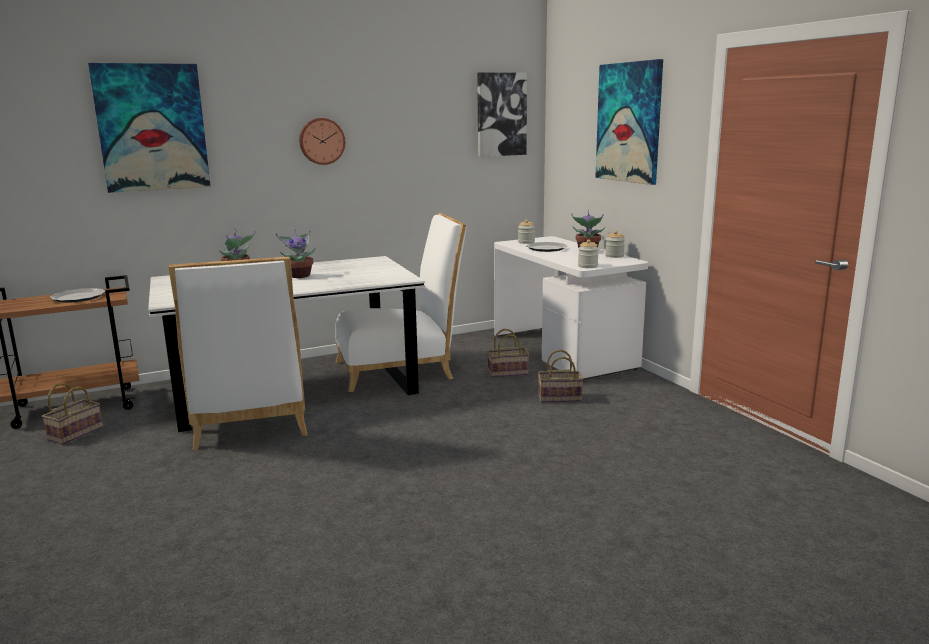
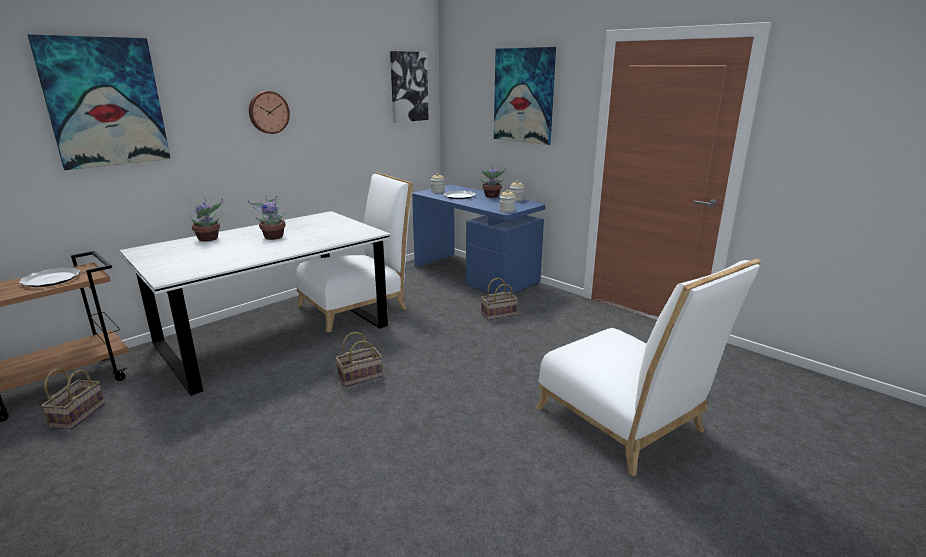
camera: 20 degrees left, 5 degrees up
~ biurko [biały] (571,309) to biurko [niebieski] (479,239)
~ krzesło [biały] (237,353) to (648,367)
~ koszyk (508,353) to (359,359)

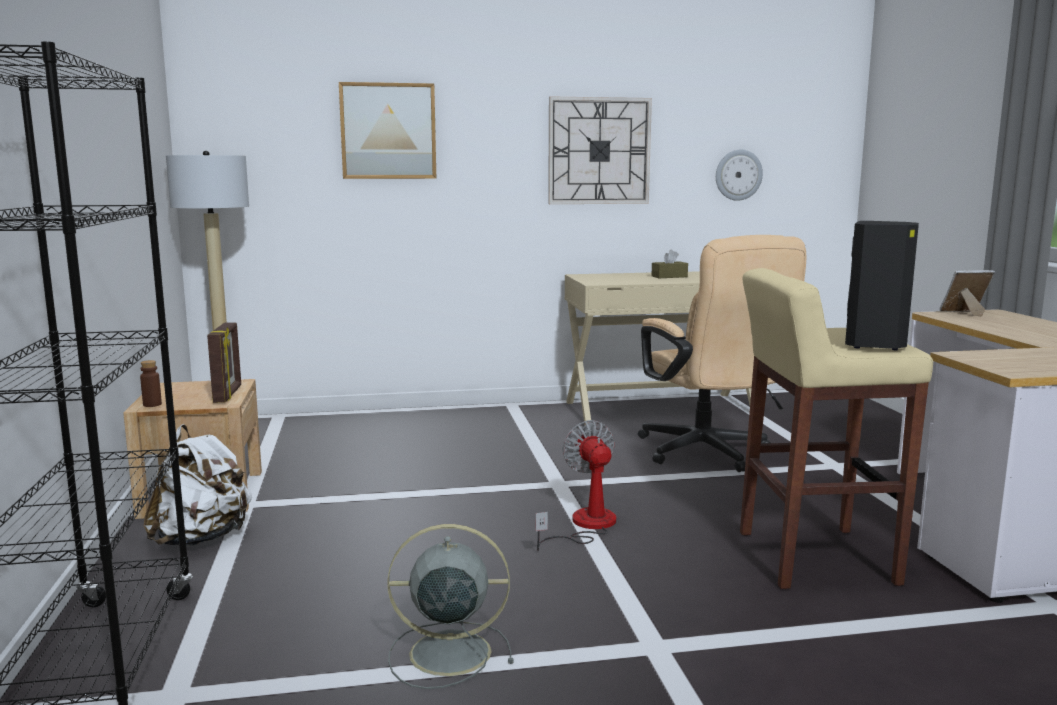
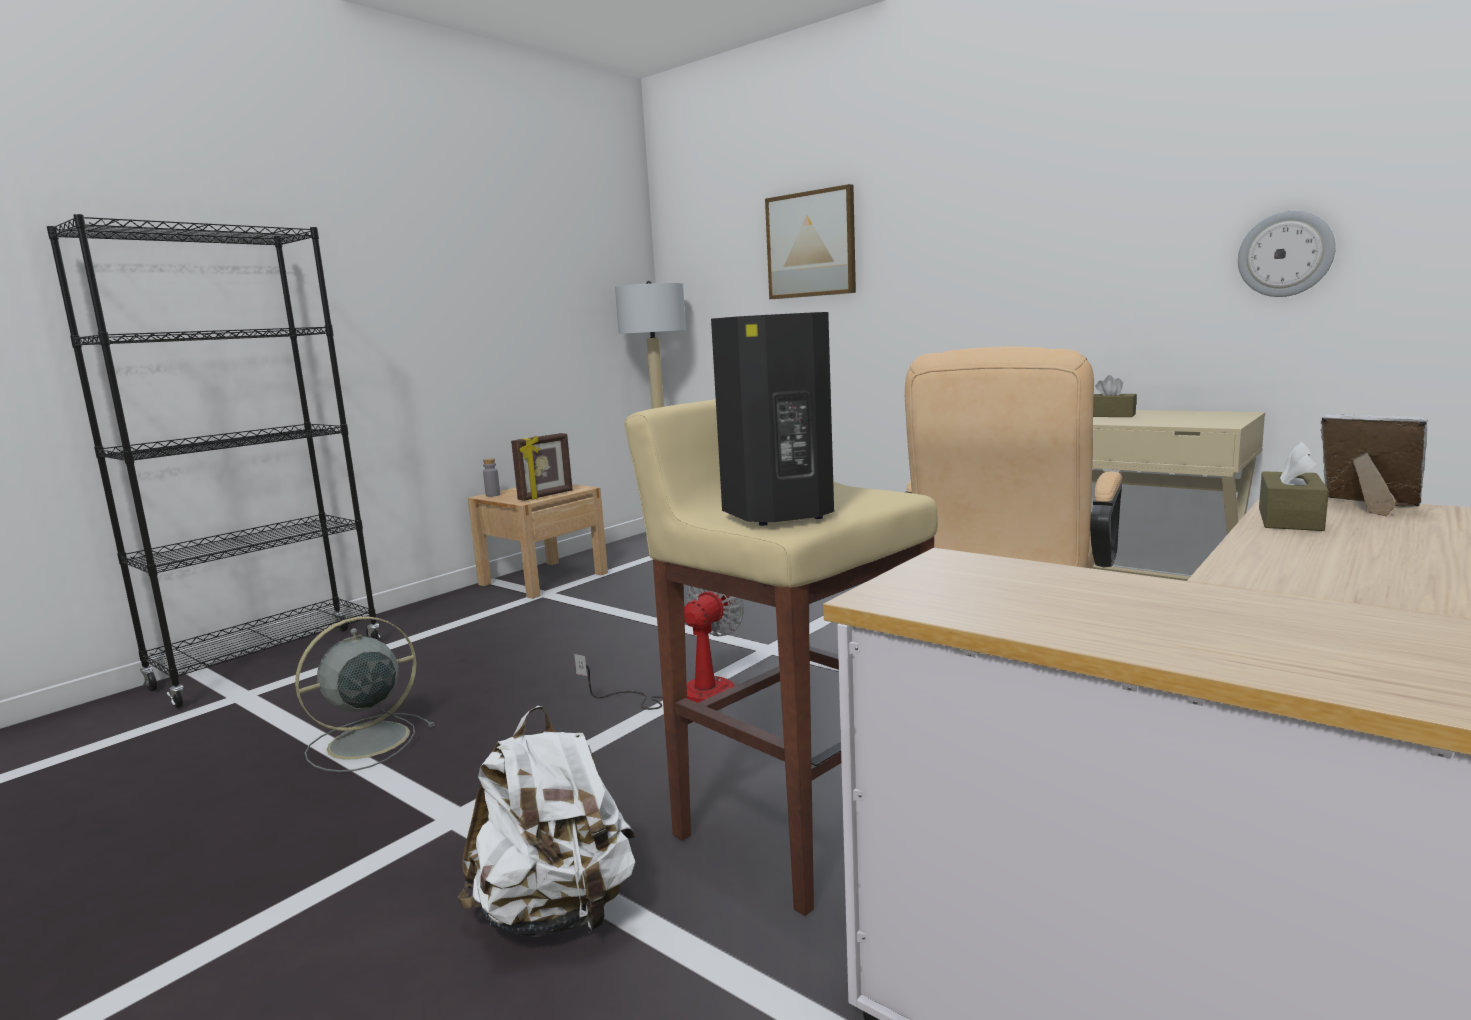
camera: 50 degrees right, 0 degrees up
- zegar ścienny (600,150)
~ butelka [brązowy] (151,383) to butelka [szary] (491,478)
~ plecak [biały] (197,485) to (547,821)
~ wentylator [szary] (450,606) = (365,694) 90 degrees counterclockwise
+ pudełko chusteczek [brązowy] (1294,486)

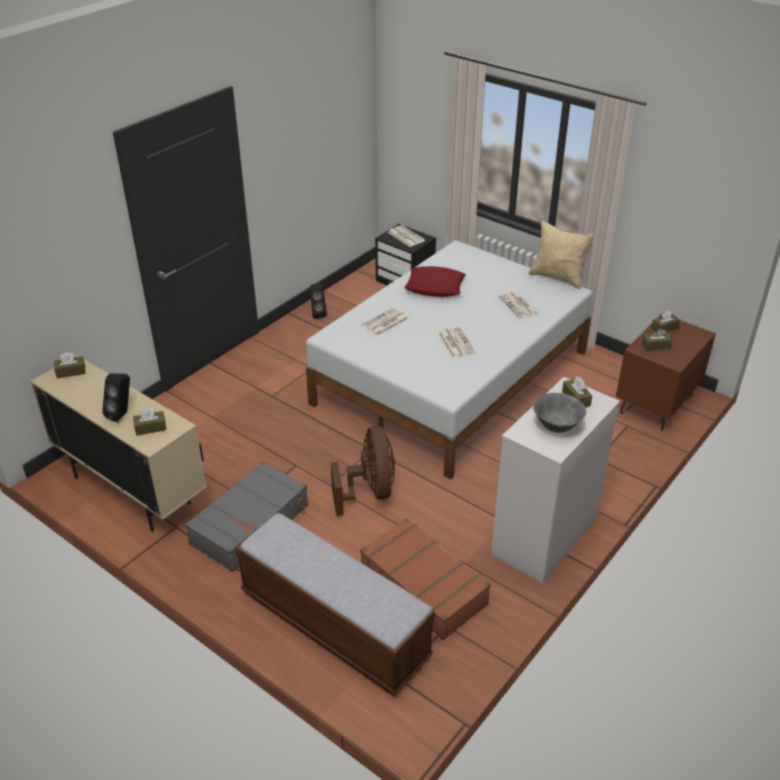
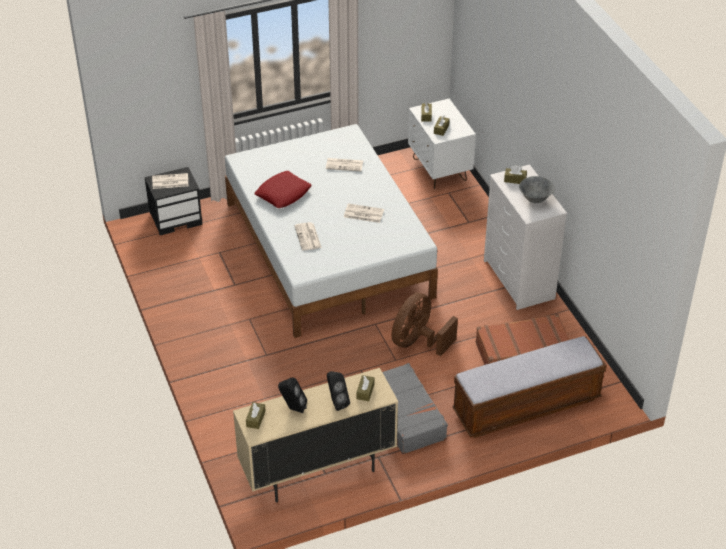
camera: 60 degrees left, 5 degrees up
- poduszka [beżowy] (560,254)
~ głośnik [czarny] (318,301) to (292,395)
~ szafka nocna [brązowy] (666,372) to szafka nocna [biały] (442,144)
~ wentylator [brązowy] (363,471) = (424,324) 75 degrees counterclockwise

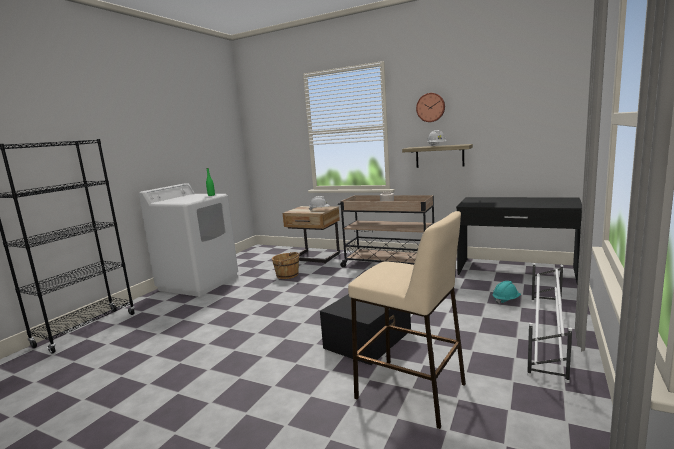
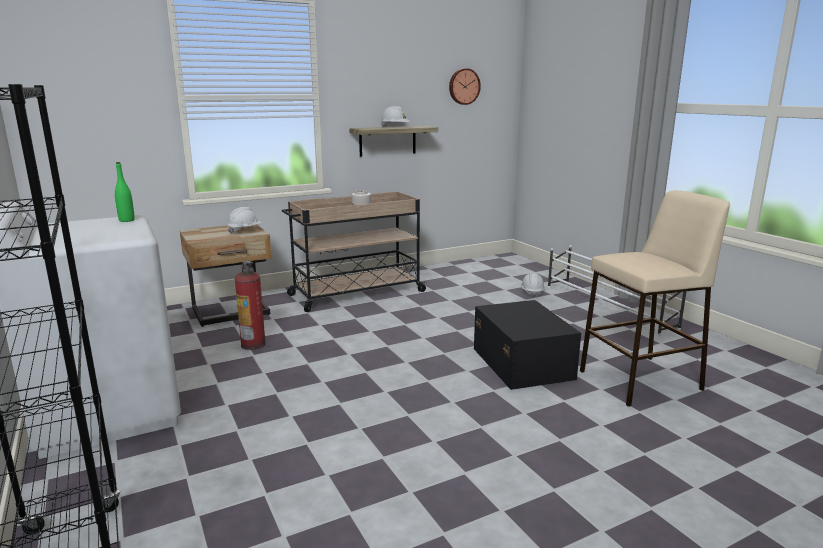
camera: 55 degrees left, 5 degrees up
~ zegar ścienny (430,107) to (465,86)
- biurko [czarny] (519,239)
~ wiadro [brązowy] (286,265) to gaśnica (250,305)
~ kask [turkusowy] (507,292) to kask [biały] (533,285)

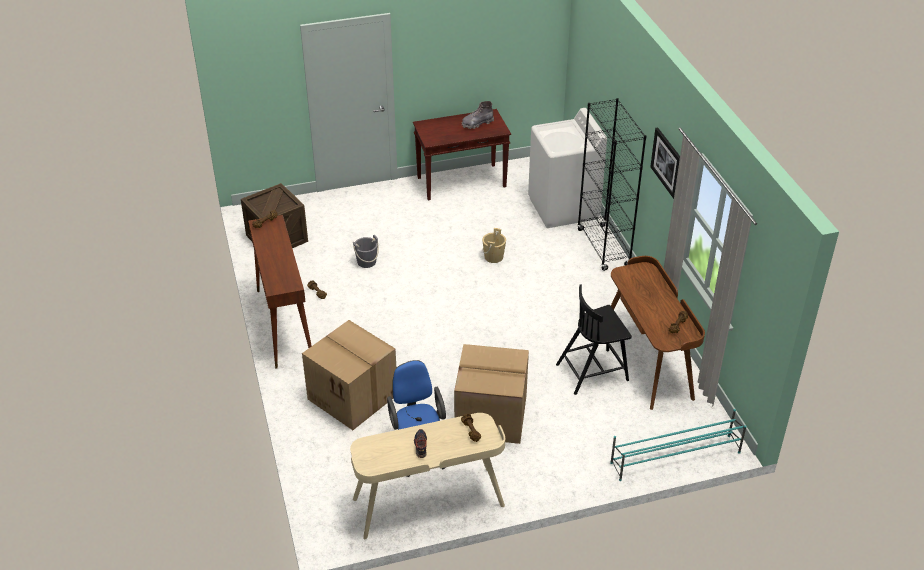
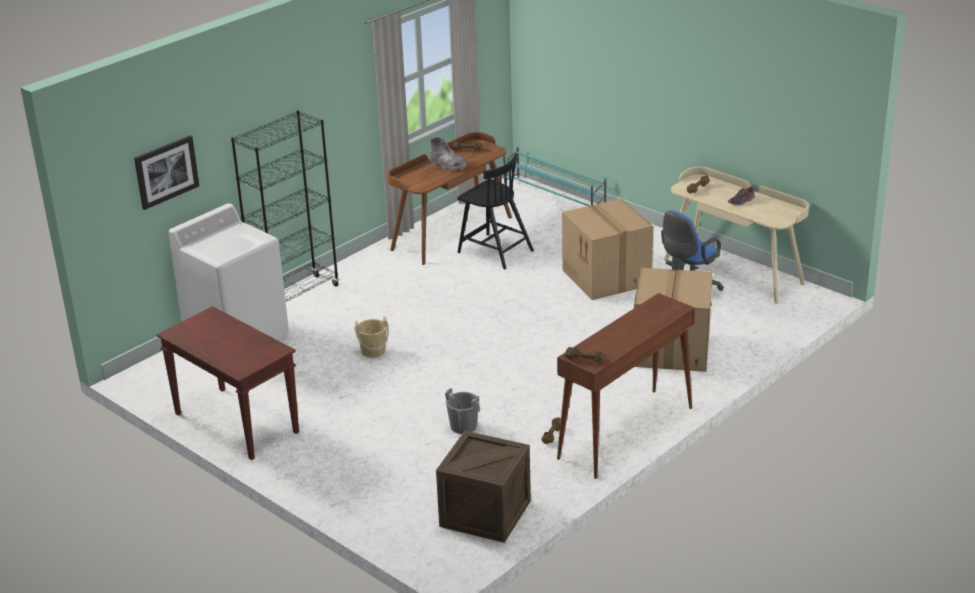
camera: 120 degrees left, 10 degrees down
~ but z cholewką [szary] (478,115) to (447,154)
~ obraz (665,163) to (166,172)

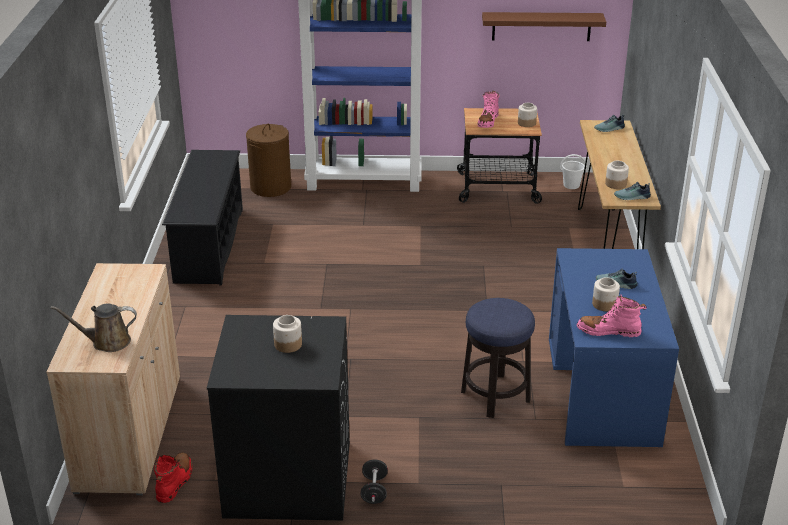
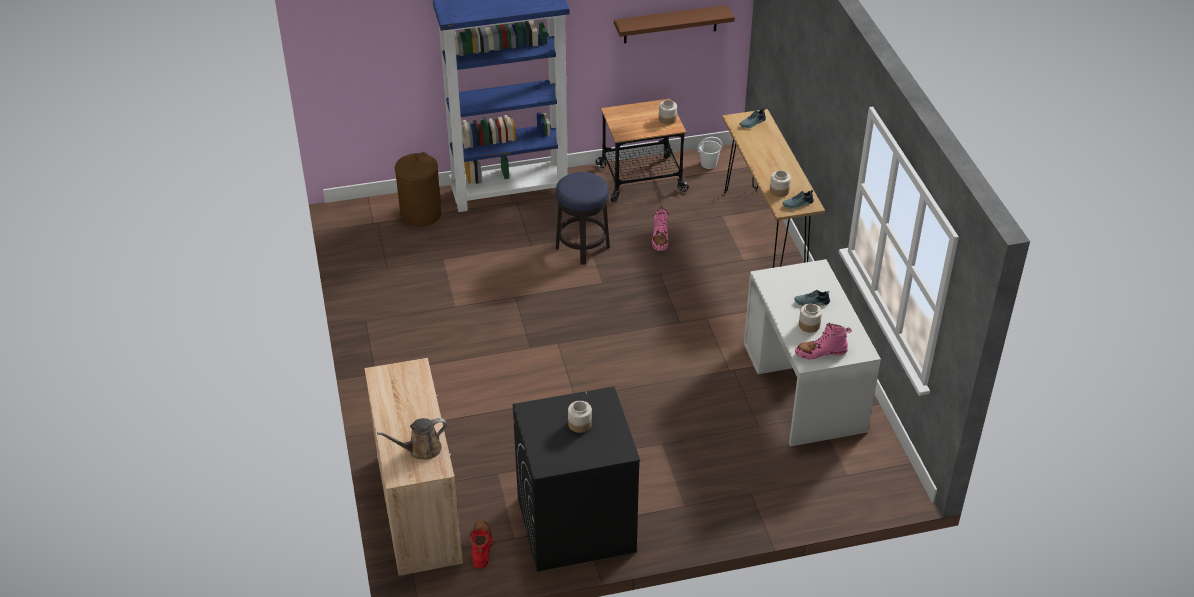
camera: 15 degrees left, 10 degrees up
~ but z cholewką [różowy] (488,109) to (660,229)
- regał na buty [czarny] (202,218)
~ biurko [niebieski] (614,347) to biurko [biały] (812,353)
~ stołek (498,358) to (583,218)
- hantel [czarny] (374,482)

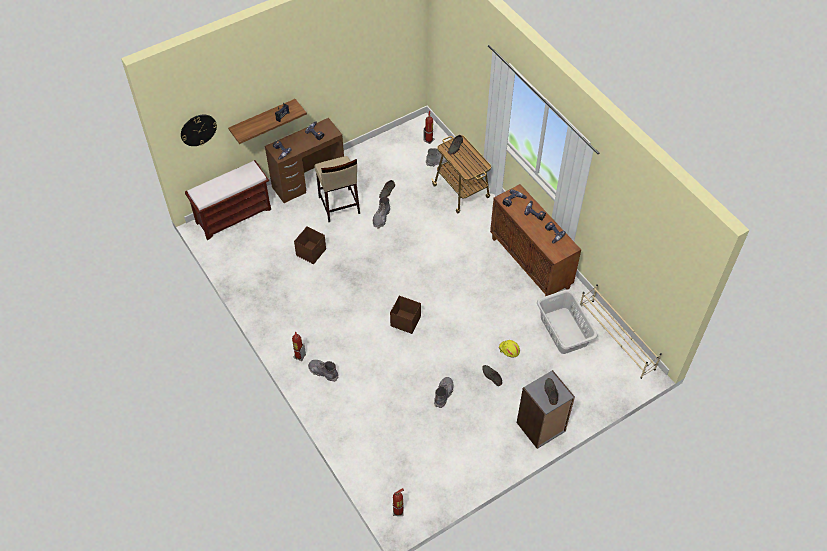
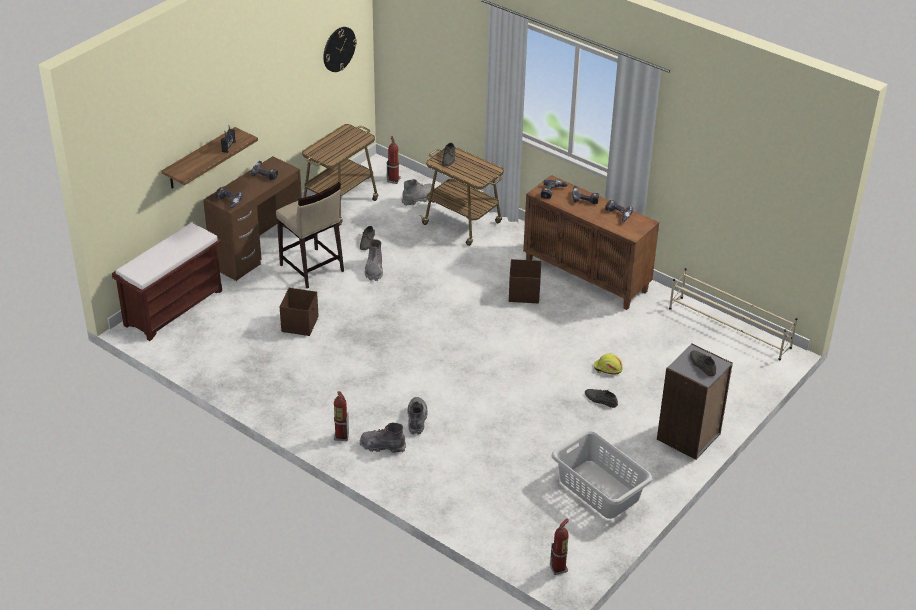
camera: 20 degrees left, 15 degrees down
~ zegar ścienny (199,130) to (340,49)
~ kosz na pranie [szary] (567,321) to (602,474)
~ pojemnik do przechowywania [brązowy] (405,315) to (525,281)
~ but z cholewką [szary] (444,392) to (417,416)
+ wózek (340,175)

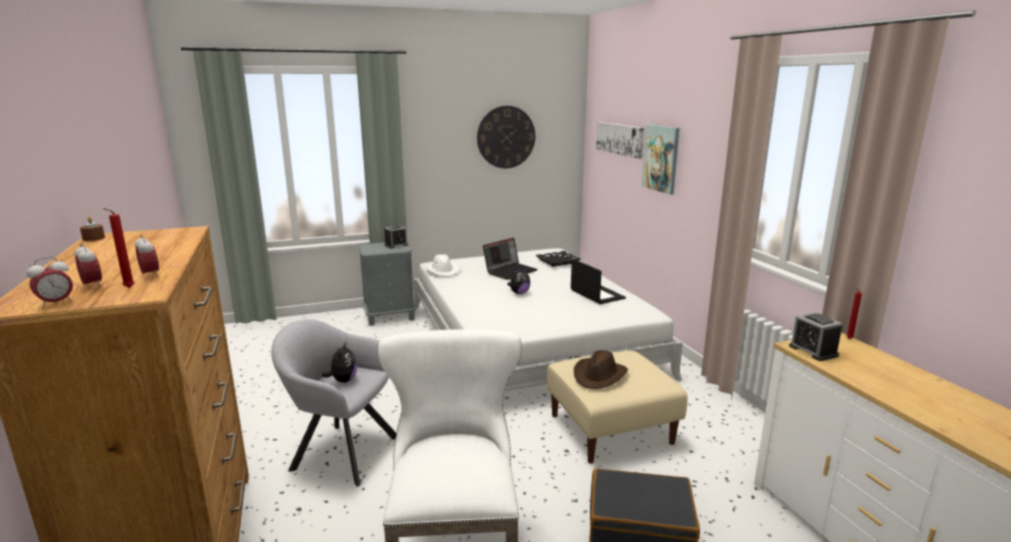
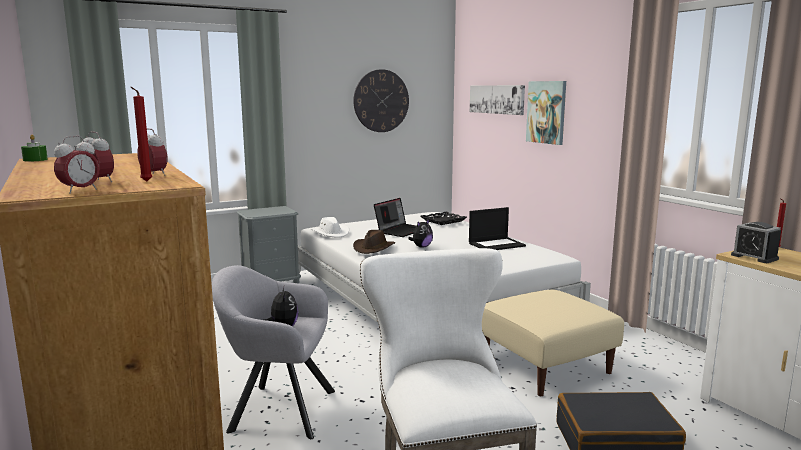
camera: 10 degrees left, 5 degrees down
~ świeca [brązowy] (92,229) to świeca [zielony] (34,148)
- budzik (396,237)
~ laptop (598,281) = (497,228) 105 degrees clockwise
~ kapelusz [brązowy] (601,369) to (374,242)

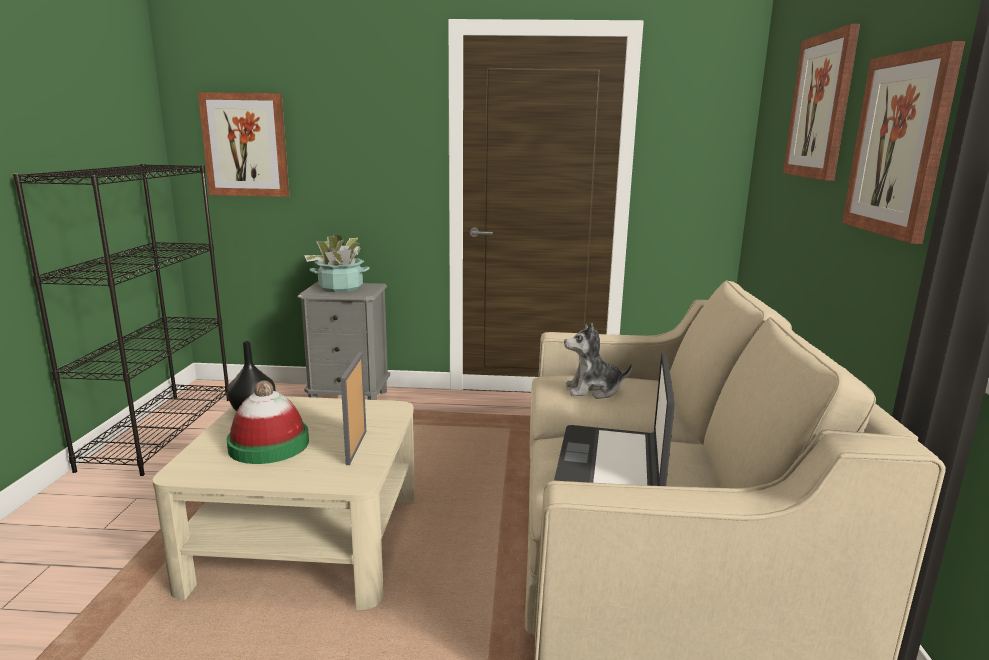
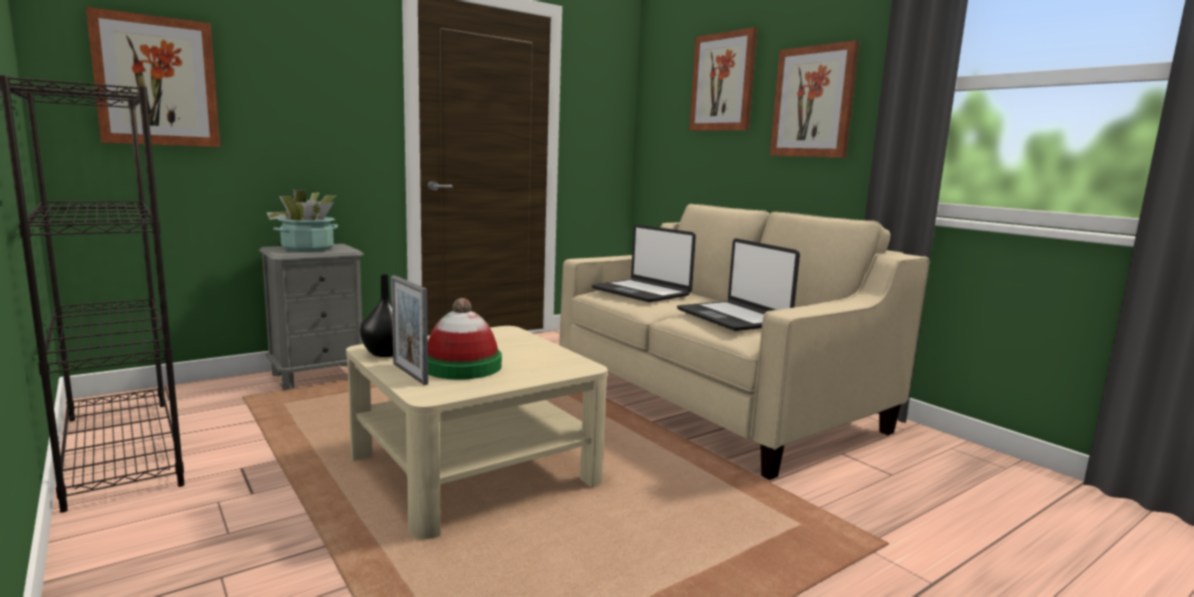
camera: 40 degrees left, 5 degrees down
~ pluszak (598,361) to laptop (644,263)
~ ramka na zdjęcie (353,408) to (409,330)

